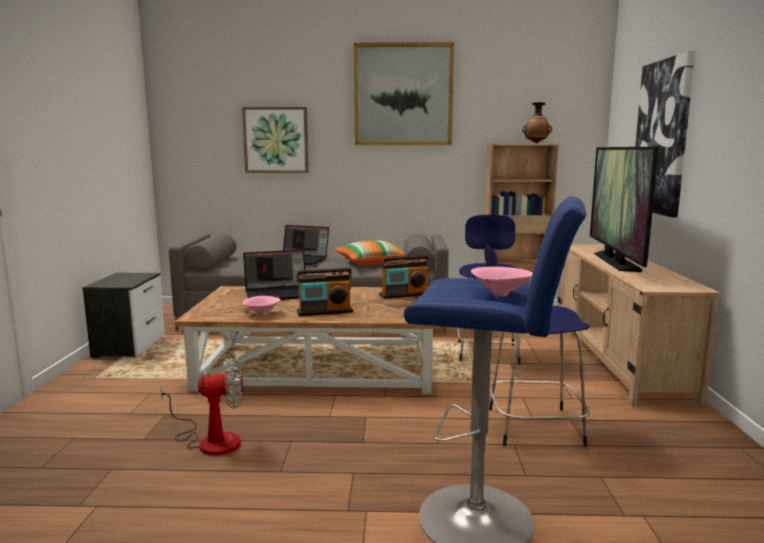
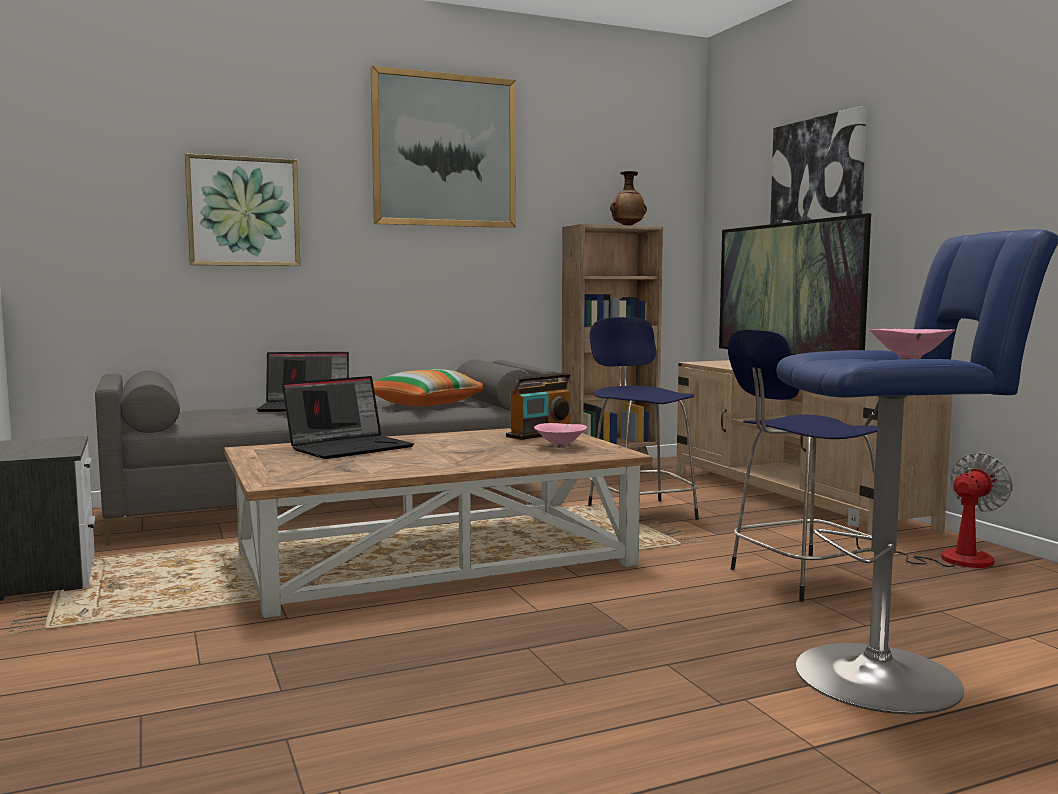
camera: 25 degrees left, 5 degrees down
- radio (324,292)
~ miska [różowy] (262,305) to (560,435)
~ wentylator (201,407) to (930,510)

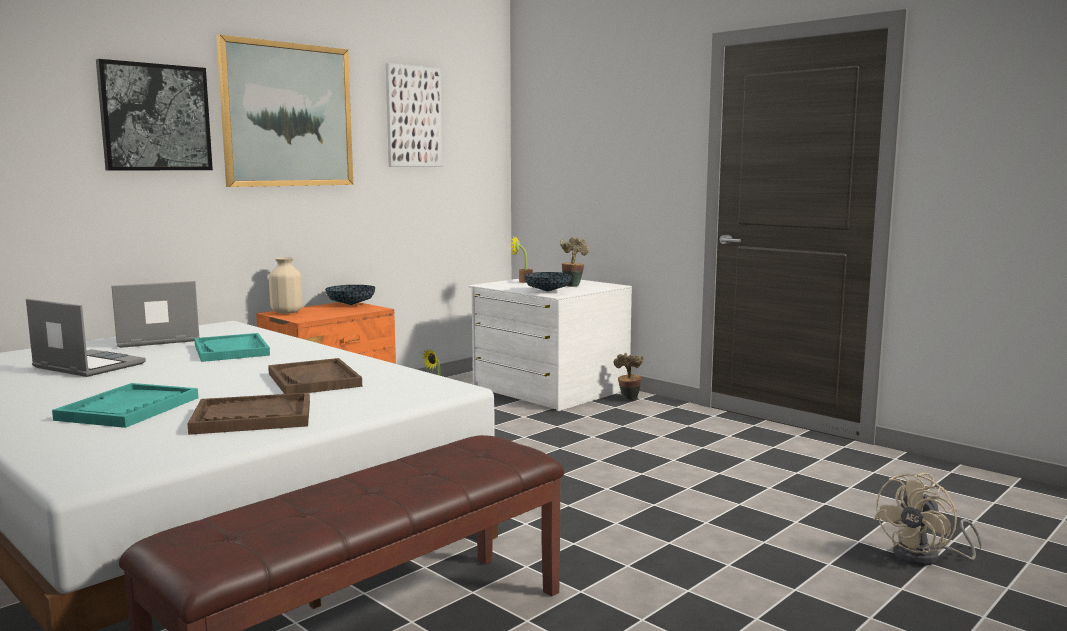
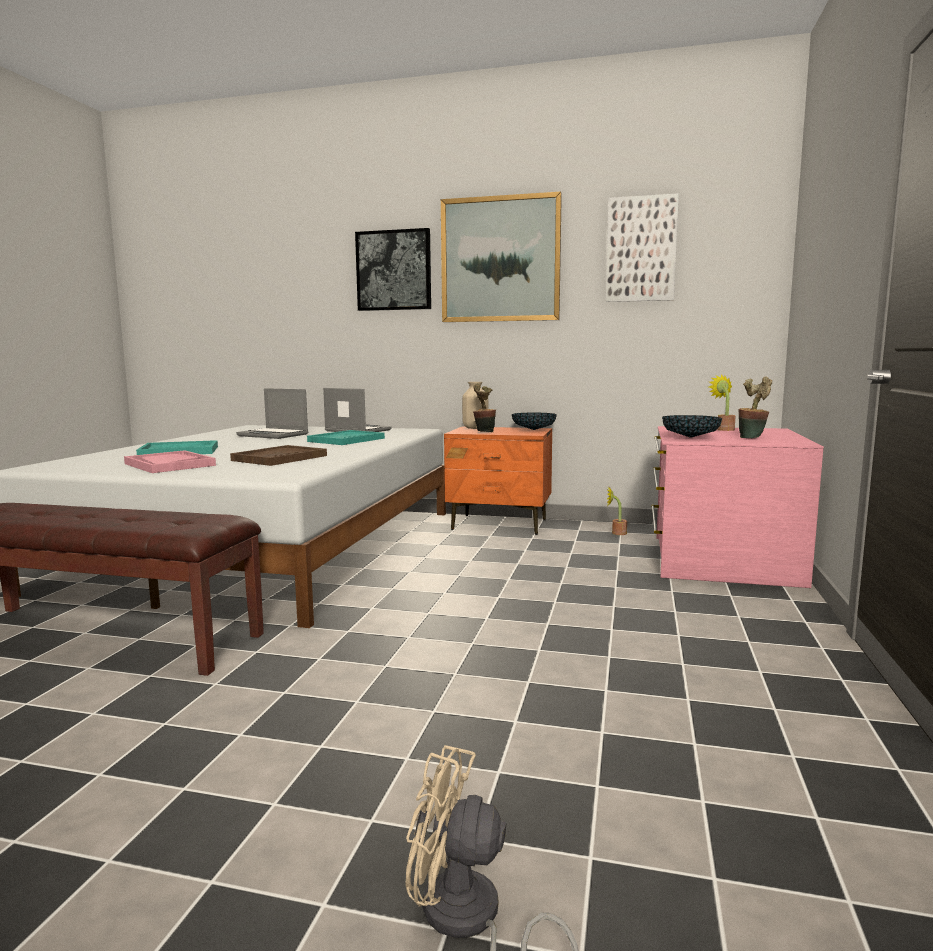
camera: 60 degrees right, 0 degrees up
~ komoda [biały] (550,345) to komoda [różowy] (738,507)
~ laptop (86,338) = (272,413) 120 degrees clockwise
~ roślina doniczkowa (628,376) to (484,407)
~ taca [brązowy] (248,414) to taca [różowy] (170,461)

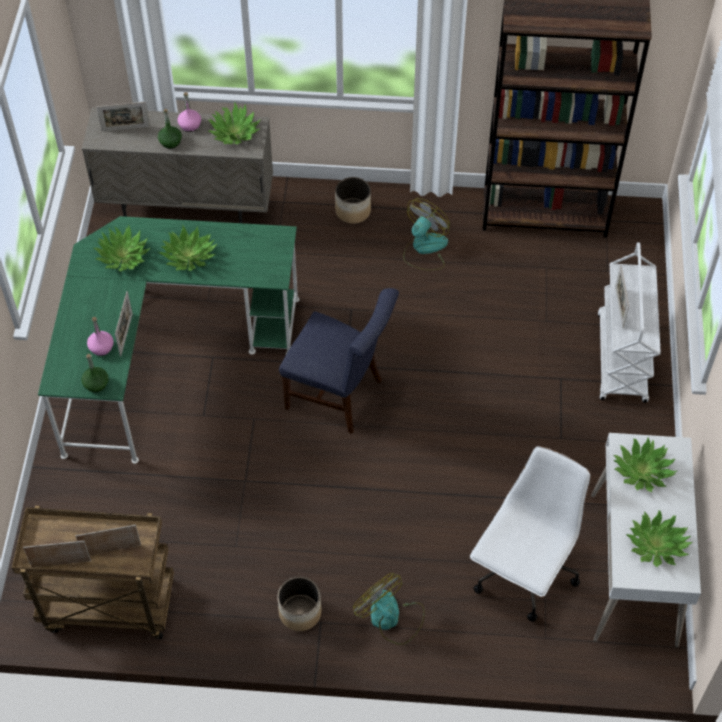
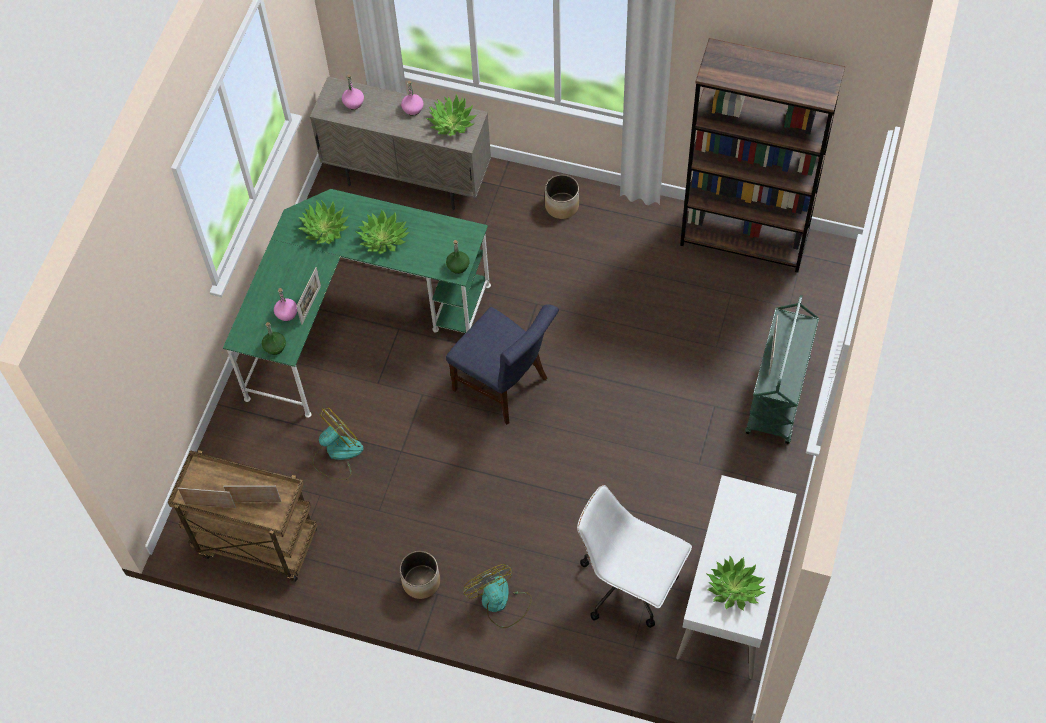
camera: 15 degrees right, 5 degrees up
~ ramka na zdjęcie (123,116) to butelka [różowy] (353,92)
~ butelka [zielony] (170,129) to (458,257)
~ wentylator (426,234) to (337,443)
~ wózek [biały] (629,322) to wózek [zielony] (782,369)
- roślina doniczkowa (645,464)
~ krzesło biurowe [biały] (530,534) = (634,556) 105 degrees counterclockwise

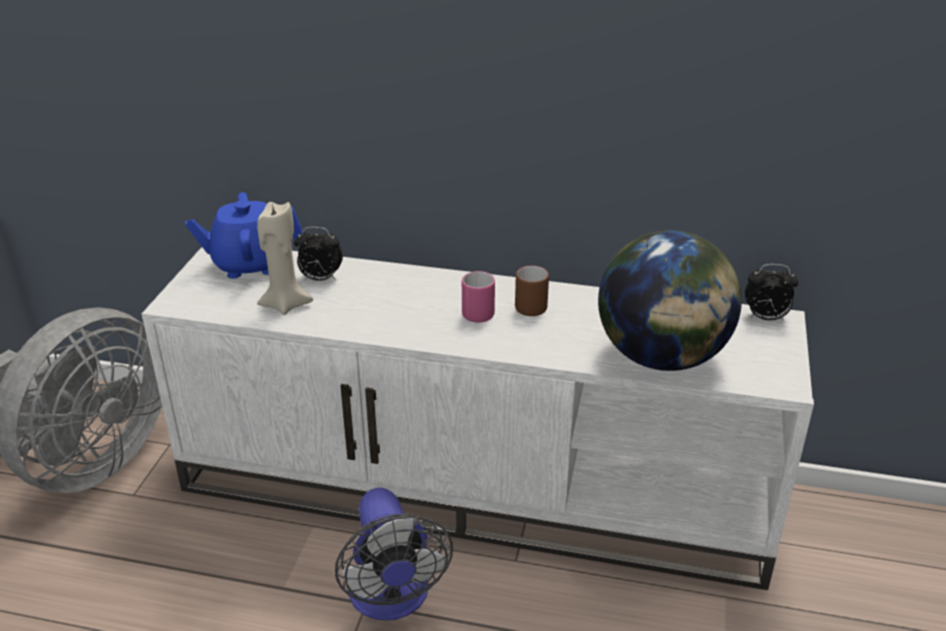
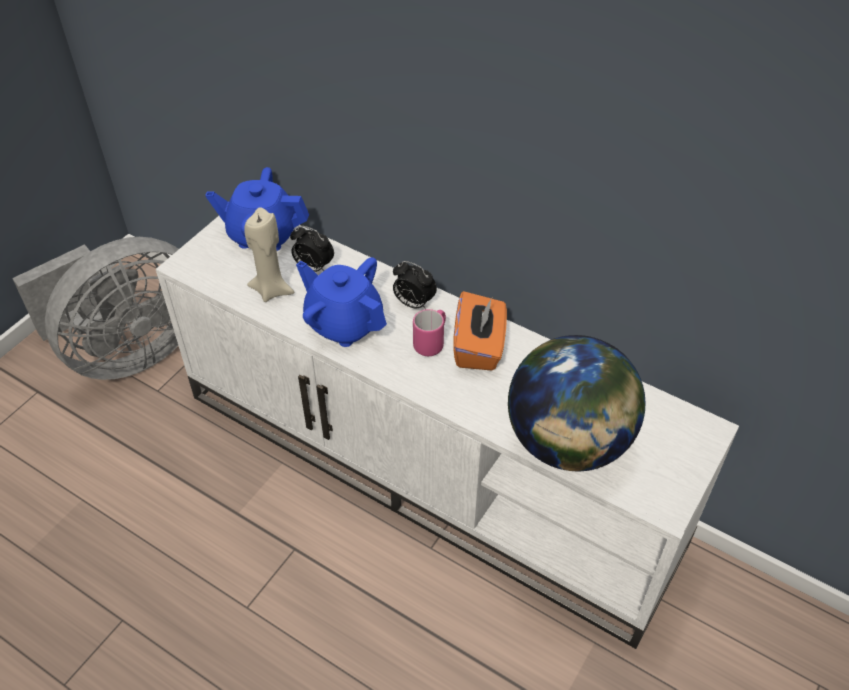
camera: 20 degrees right, 15 degrees up
~ budzik (771,292) to (415,285)
~ kubek [brązowy] (532,290) to pudełko chusteczek [pomarańczowy] (480,331)
- wentylator (394,554)
+ imbryk [niebieski] (341,302)

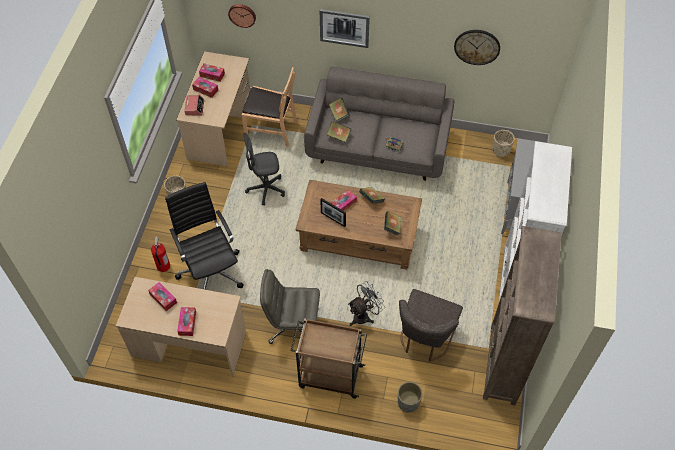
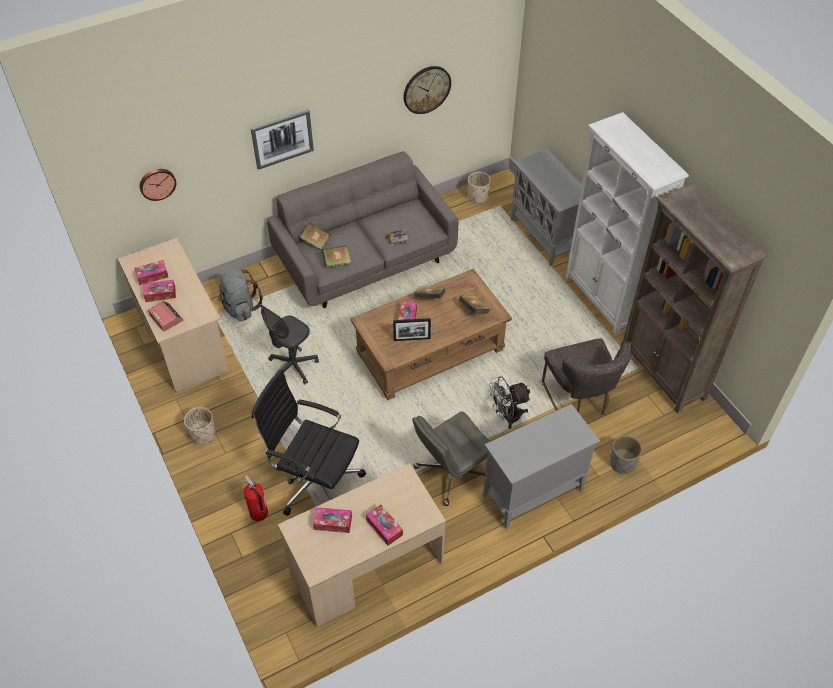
camera: 40 degrees left, 5 degrees down
~ krzesło [brązowy] (269,107) to plecak [szary] (240,295)
~ wentylator [szary] (366,303) = (510,402) 120 degrees counterclockwise
~ wózek [brązowy] (329,358) to szafka [szary] (541,466)

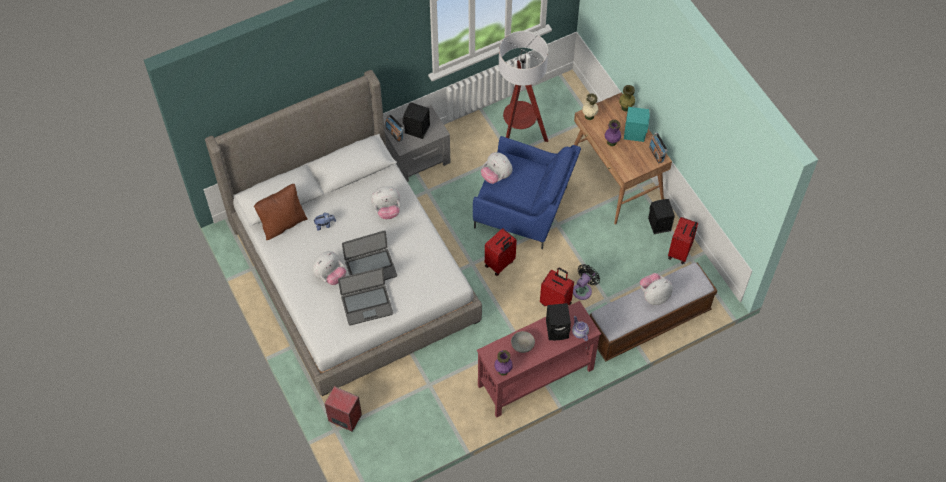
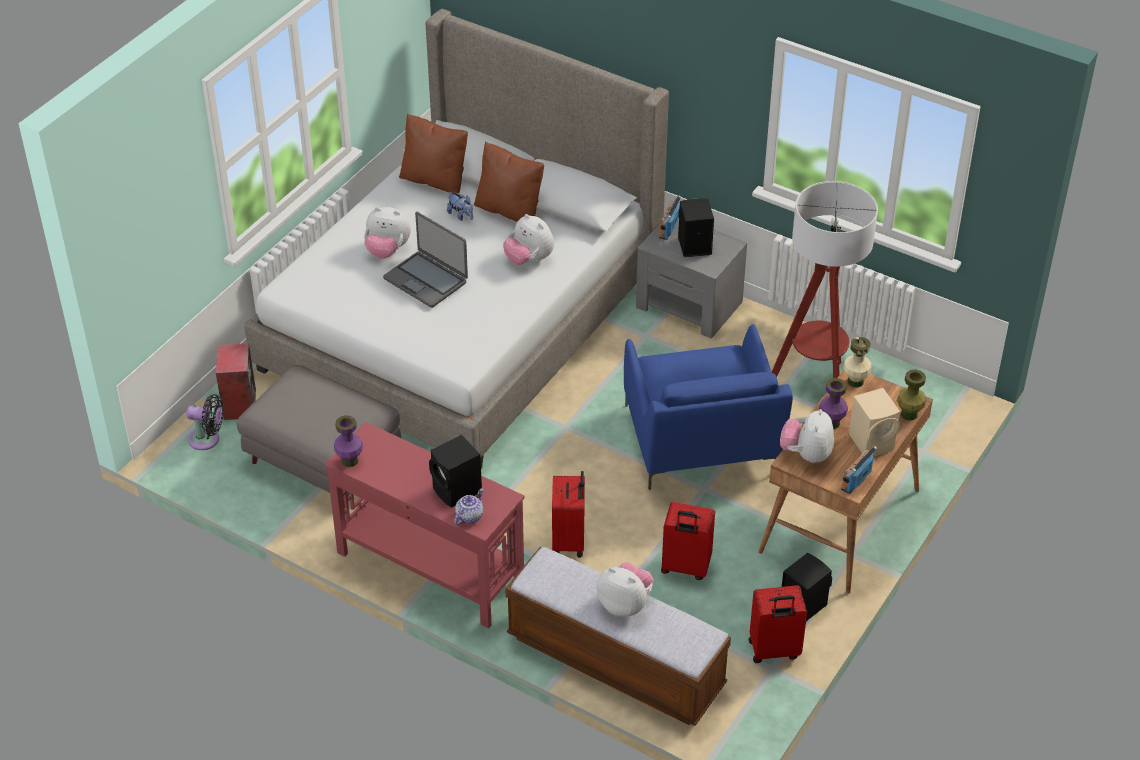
camera: 60 degrees right, 15 degrees down
~ głośnik [turkusowy] (637,124) to głośnik [beżowy] (874,422)
~ pluszak (496,168) to (807,436)
~ walizka [czerwony] (501,252) to (688,541)
~ wentylator [czarny] (586,282) to (204,422)
- laptop (365,296)
- miska [szary] (523,342)
+ poduszka [brązowy] (509,181)
+ pufa [szary] (319,436)

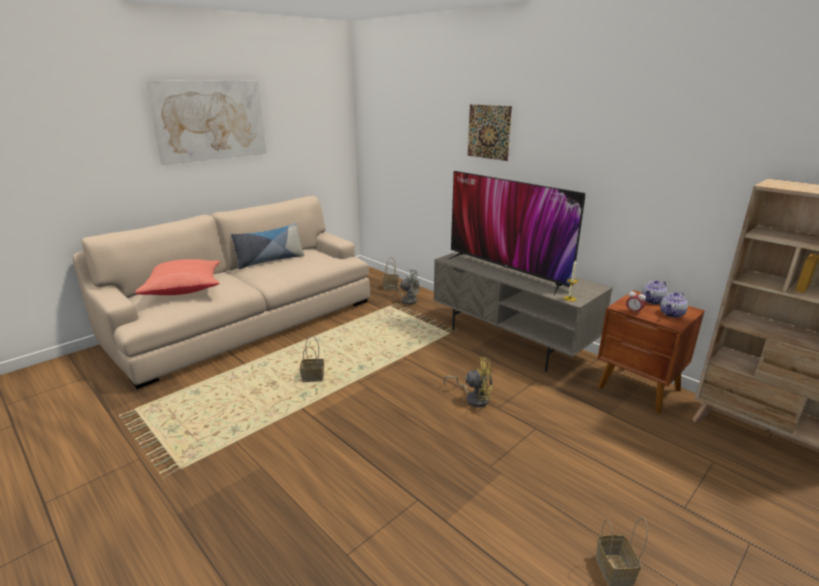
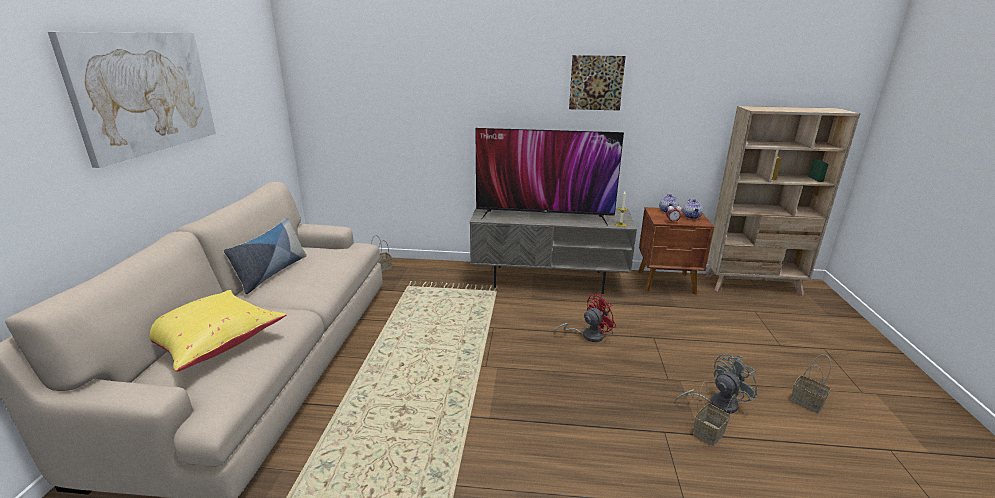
camera: 40 degrees left, 0 degrees up
~ obraz (490,132) to (597,82)
~ poduszka [czerwony] (177,277) to poduszka [żółty] (218,331)
~ wentylator [szary] (403,287) to (716,384)
~ koszyk (312,359) to (714,413)
~ wentylator [żółty] (468,382) to wentylator [czerwony] (585,318)

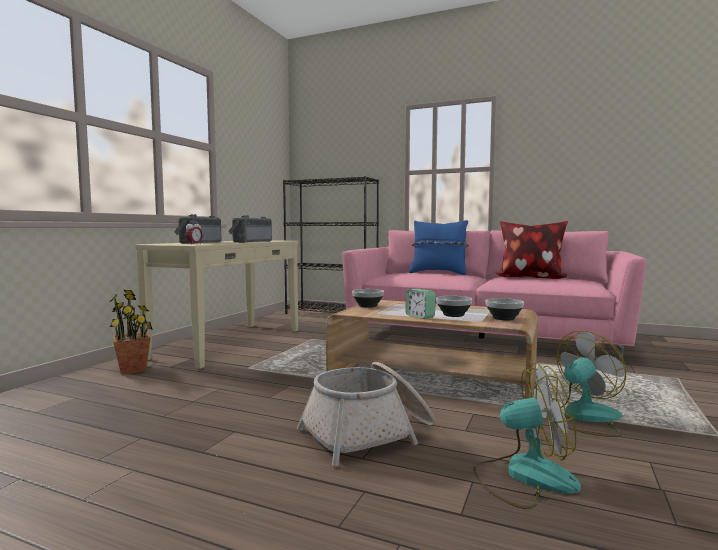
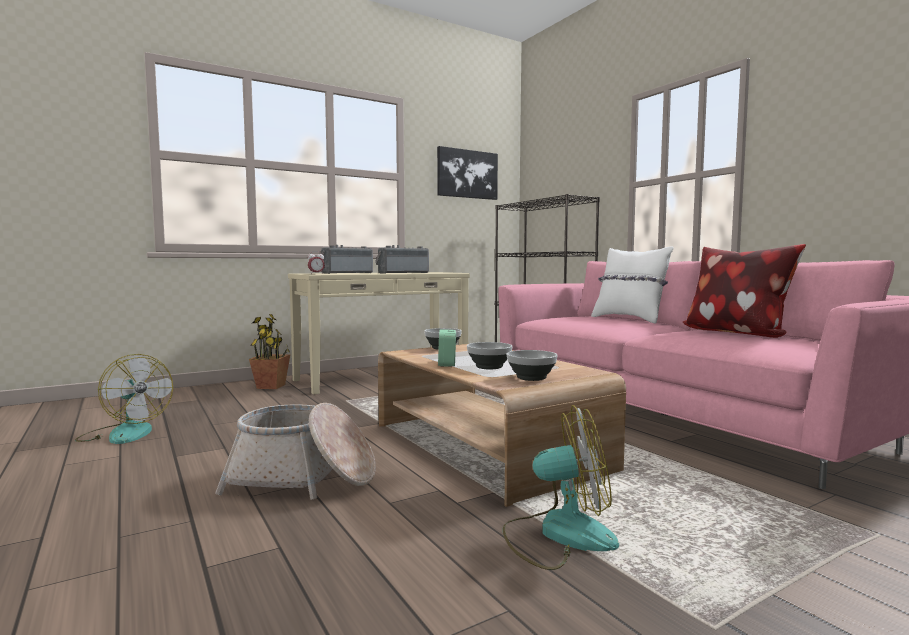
camera: 35 degrees right, 0 degrees up
~ poduszka [niebieski] (438,247) to poduszka [biały] (632,285)
~ wentylator (527,436) to (124,399)
+ obraz (467,173)

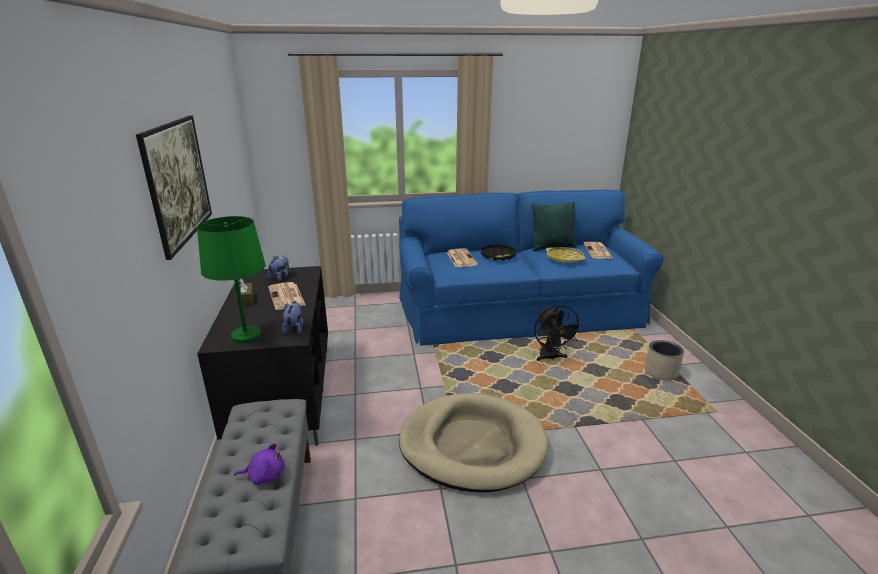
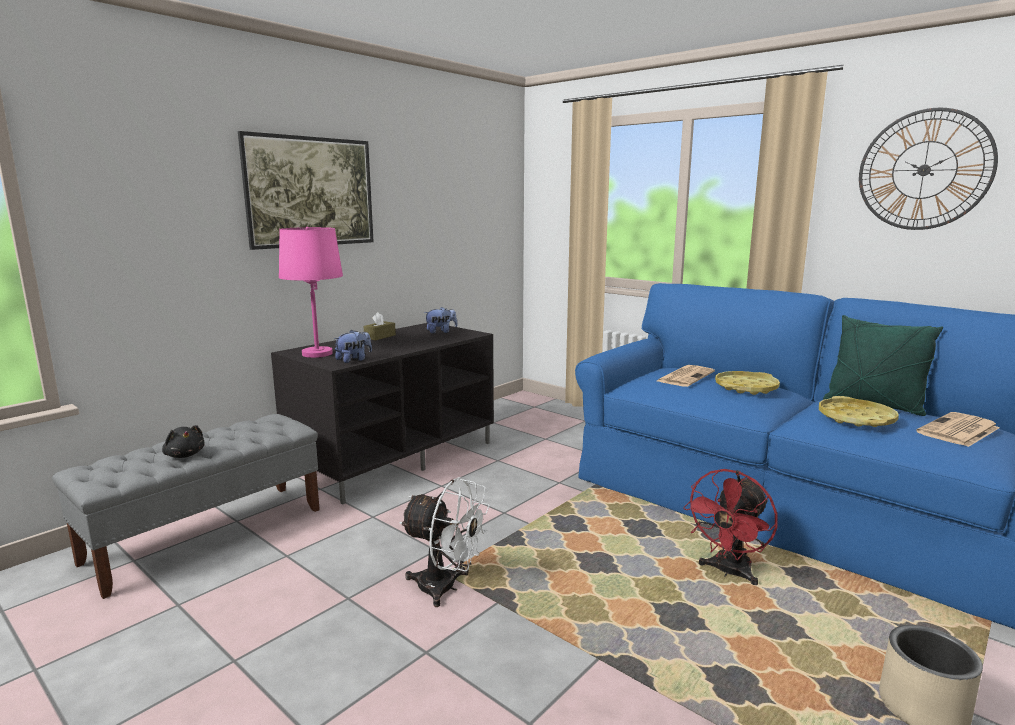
camera: 50 degrees right, 10 degrees down
~ lampa stołowa [zielony] (231,280) to lampa stołowa [różowy] (311,292)
~ taca [czarny] (499,252) to taca [żółty] (747,383)
- gazeta (286,296)
~ wentylator [czarny] (558,333) to wentylator [czerwony] (730,527)
~ legowisko [beżowy] (473,442) to wentylator [biały] (444,542)
~ pluszak [fioletowy] (259,464) to pluszak [czarny] (183,441)
+ zegar ścienny (928,169)

